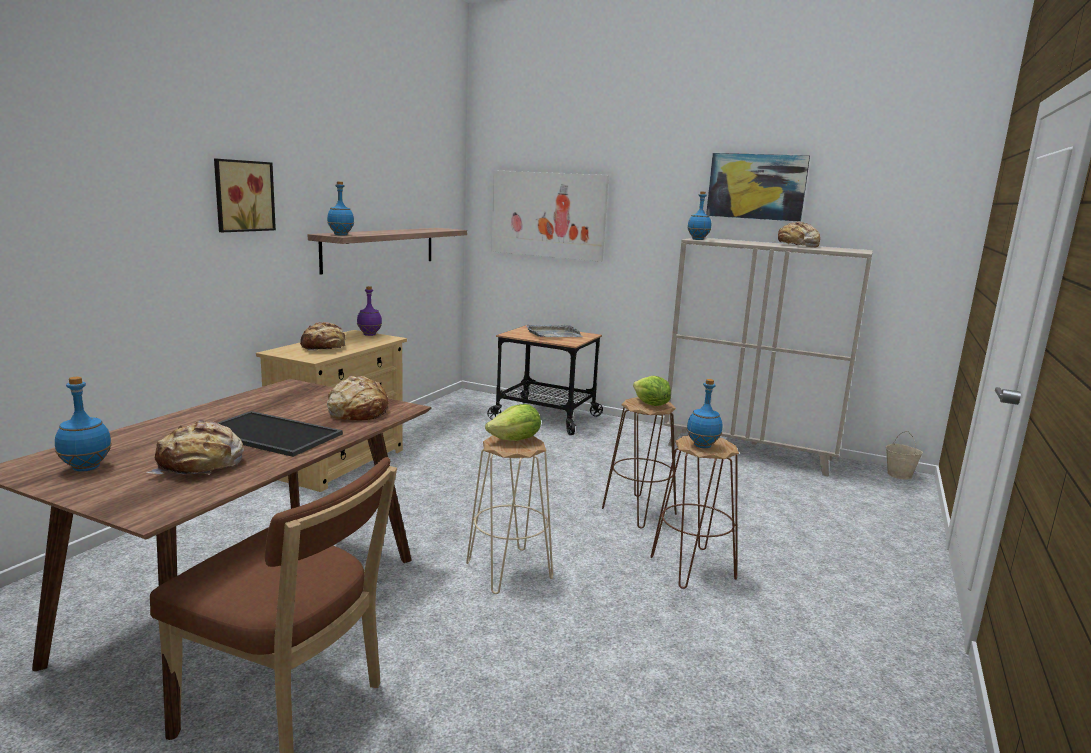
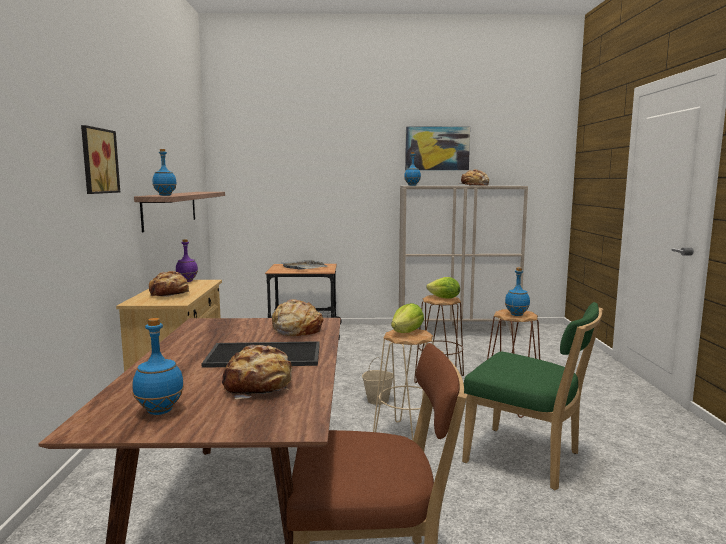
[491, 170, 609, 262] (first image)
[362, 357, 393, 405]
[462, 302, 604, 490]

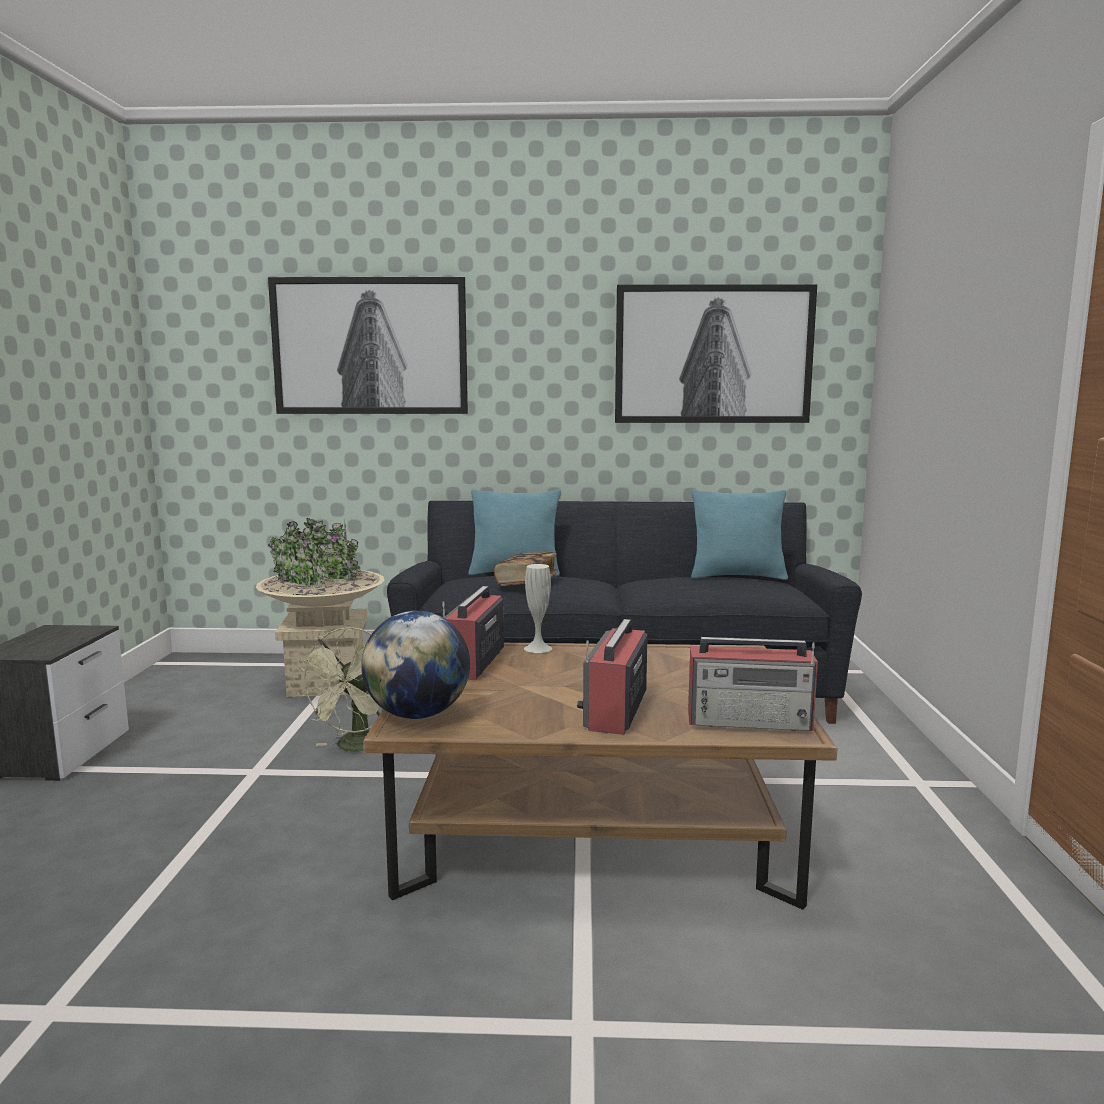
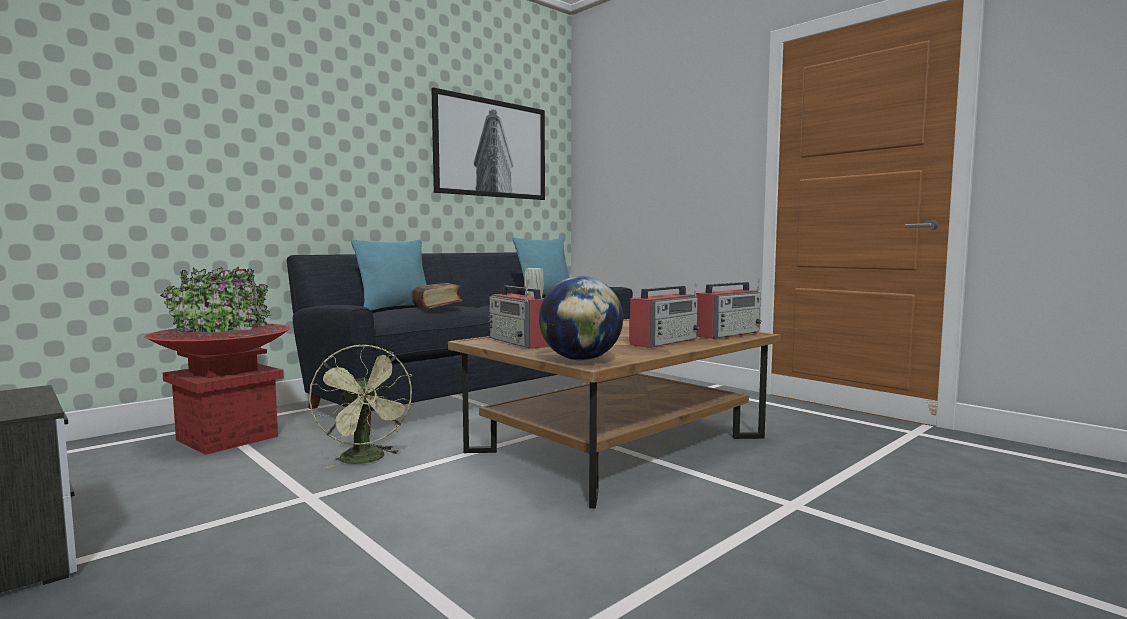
[268, 277, 468, 414] (first image)
[145, 267, 290, 455]
[629, 283, 699, 348]

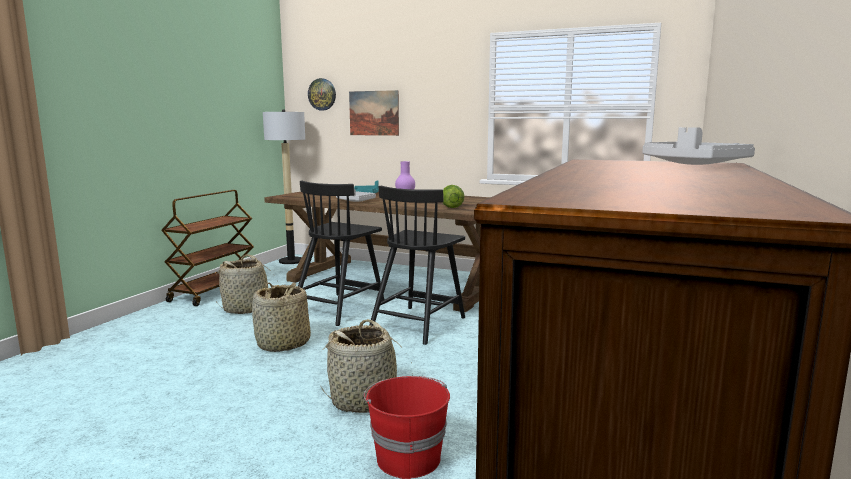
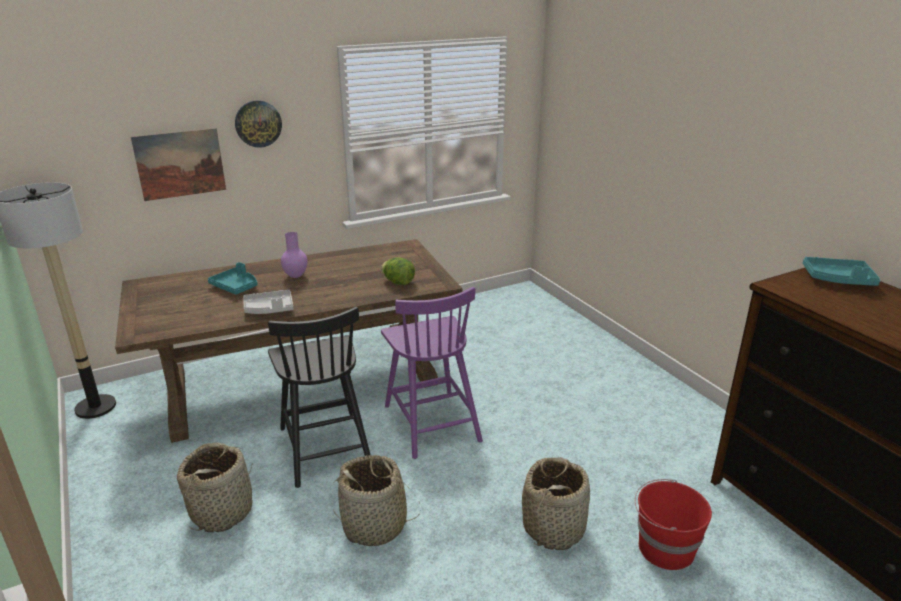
[235, 100, 282, 148]
[803, 257, 880, 286]
[381, 287, 483, 459]
[161, 190, 254, 306] (first image)

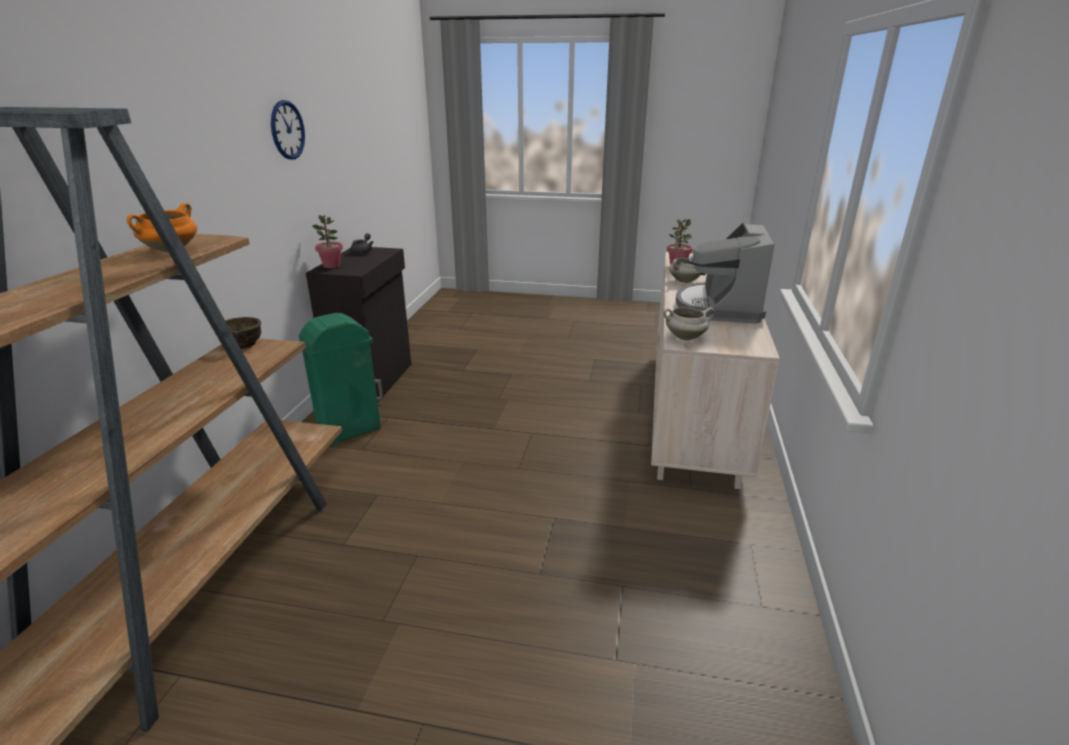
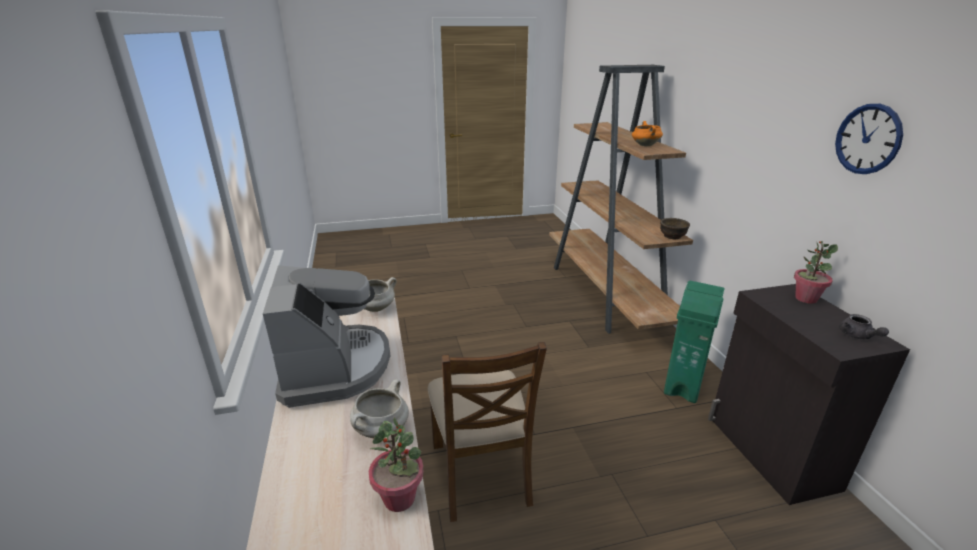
[428, 342, 547, 522]

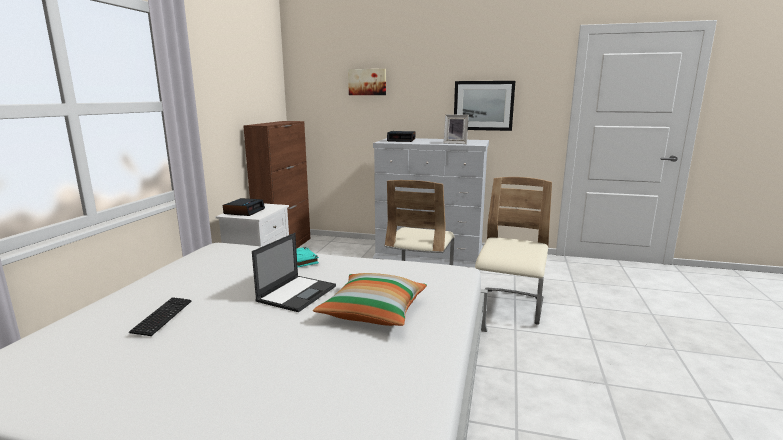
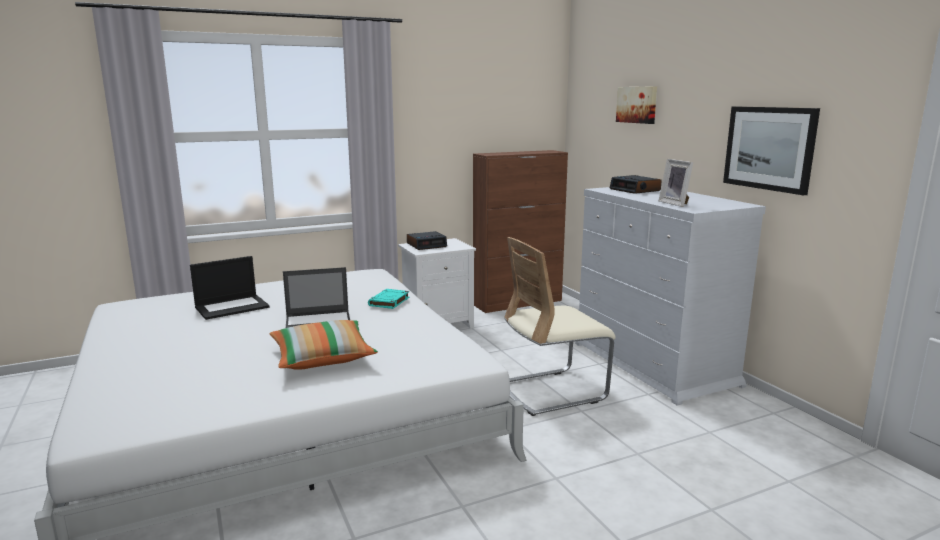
[475, 177, 552, 325] (first image)
[190, 256, 270, 320]

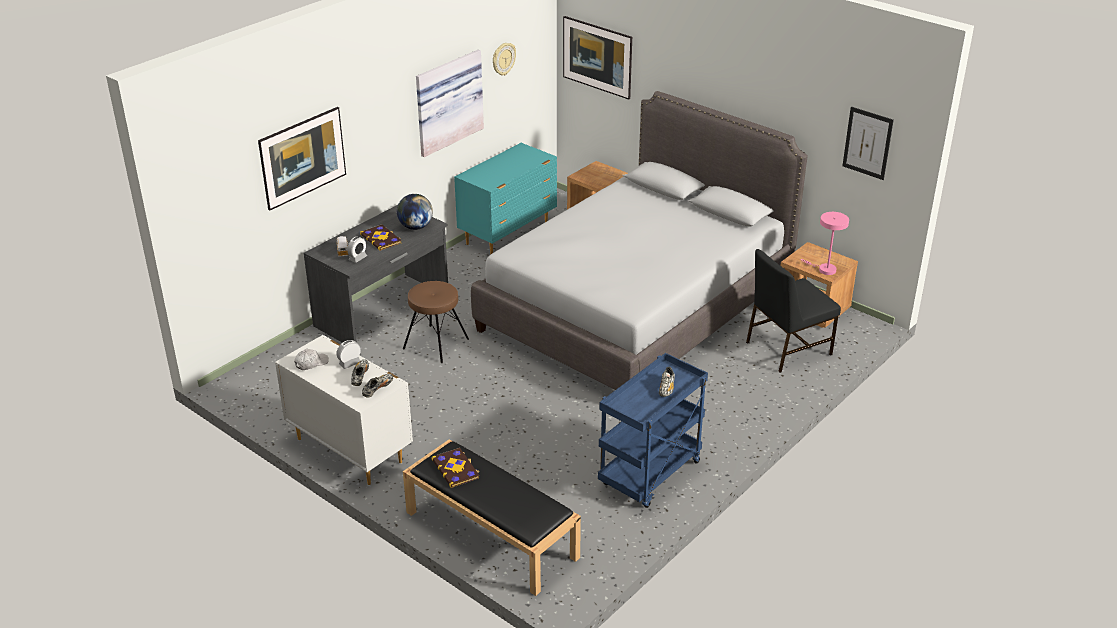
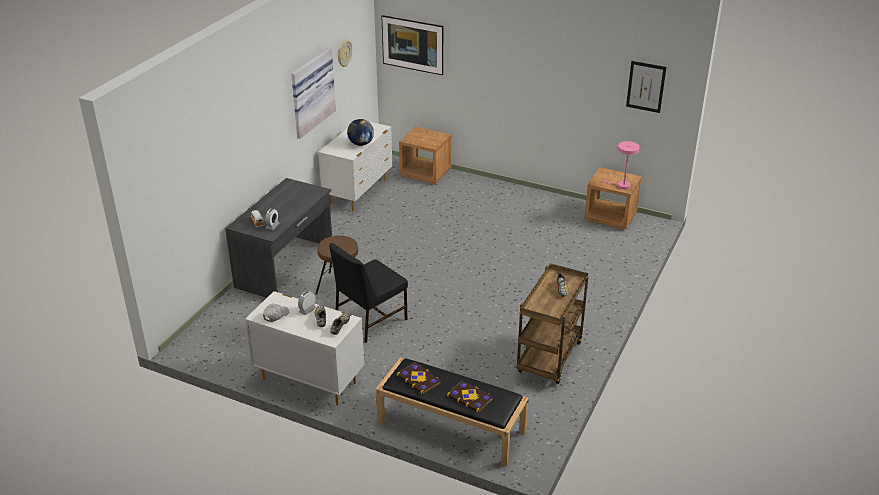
[471, 91, 807, 390] (first image)
[258, 107, 346, 210] (first image)
[318, 121, 393, 212]
[347, 119, 374, 146]
[447, 380, 493, 413]
[329, 243, 408, 343]
[517, 263, 588, 384]

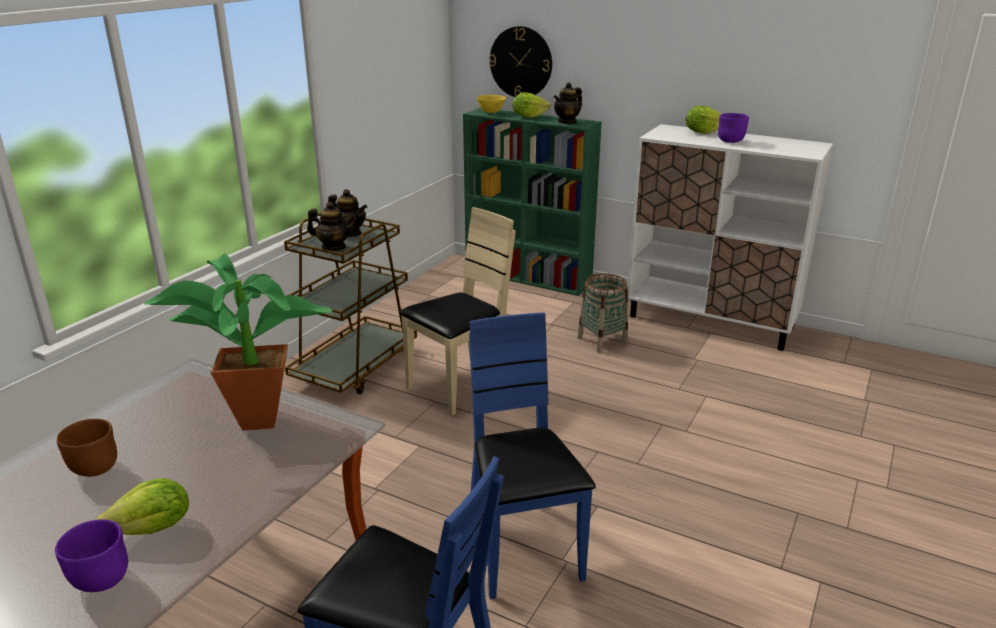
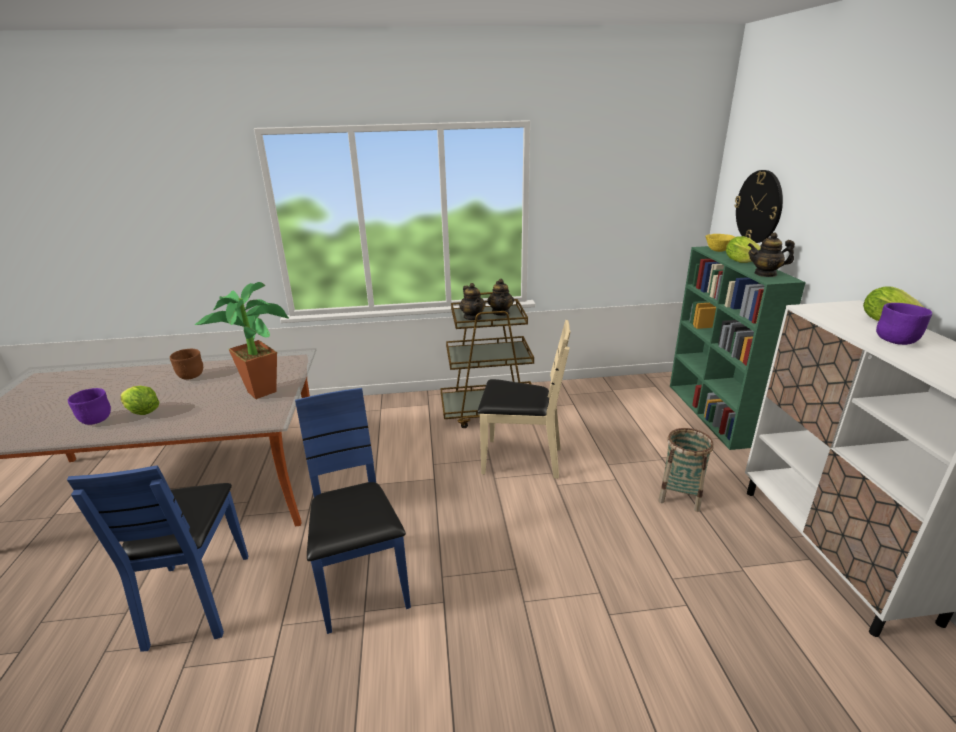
[295, 388, 411, 634]

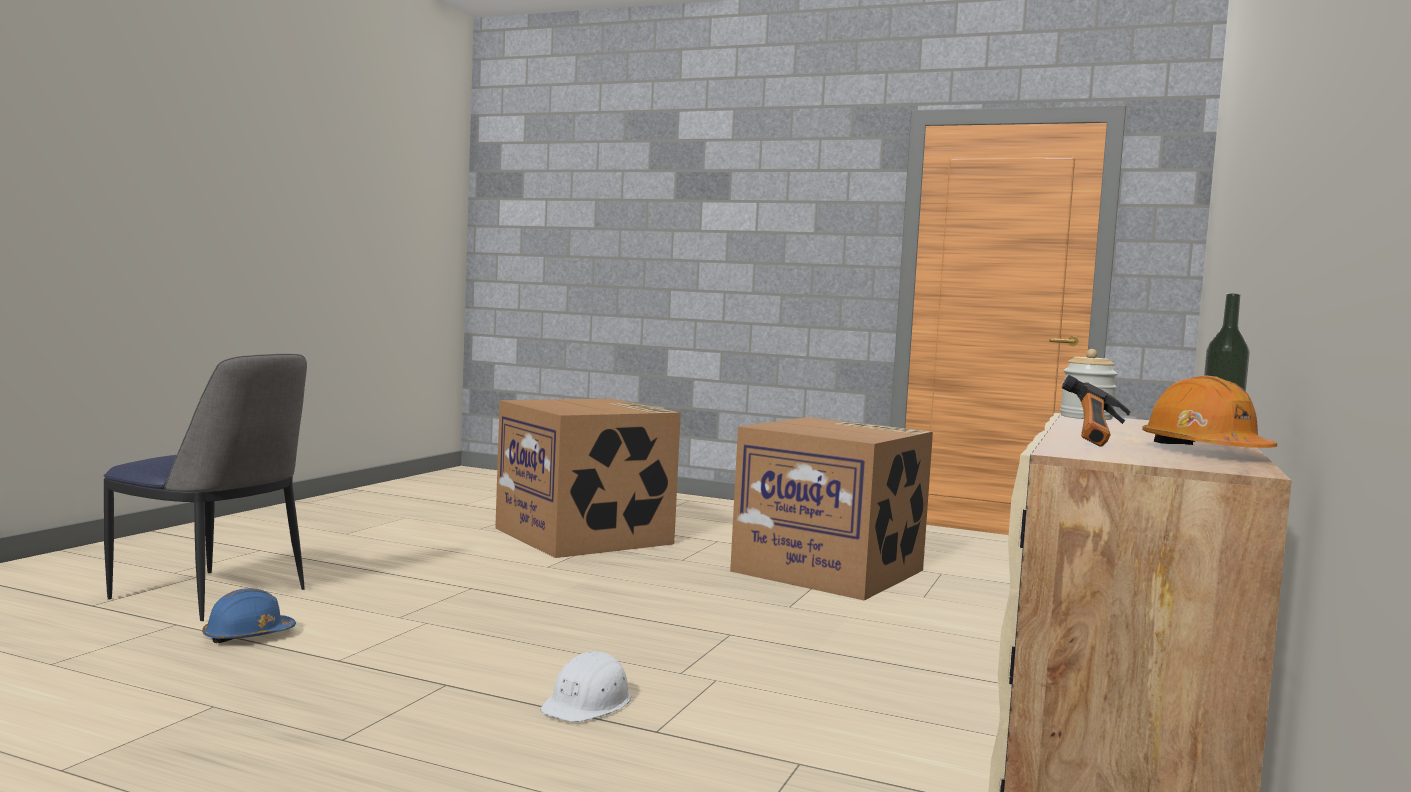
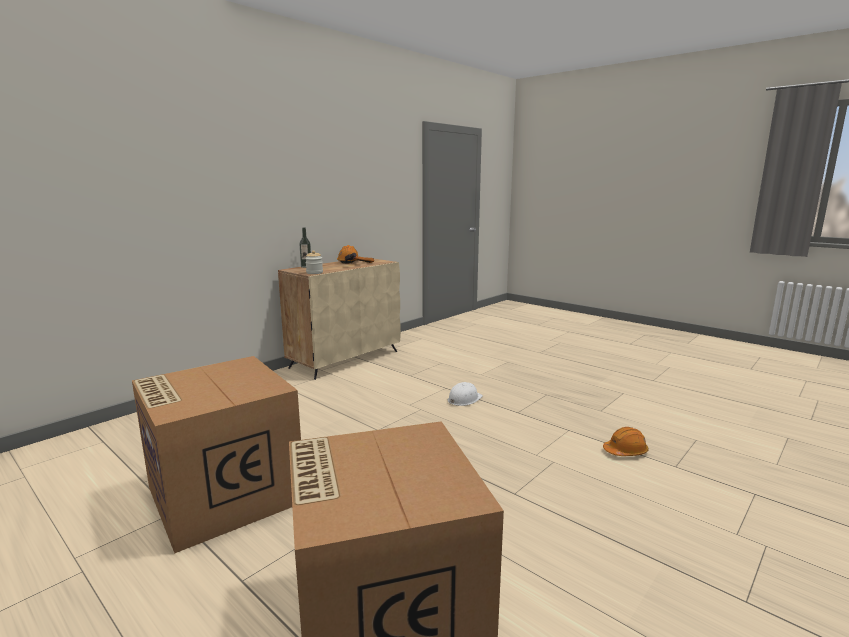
[103, 354, 307, 621] (first image)
[603, 427, 649, 456]

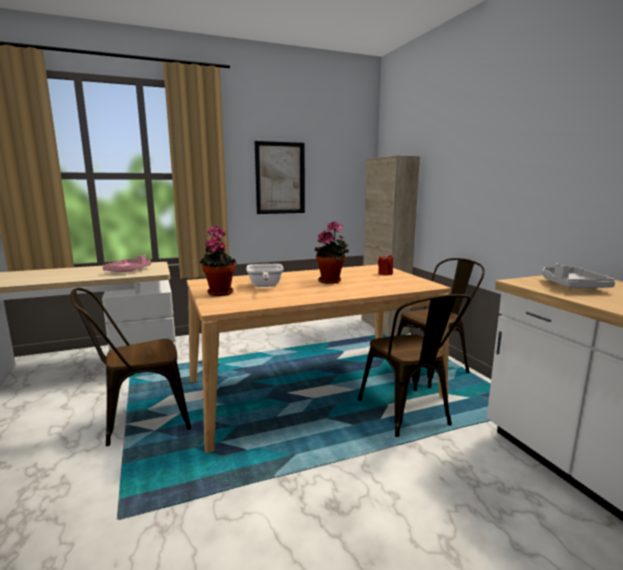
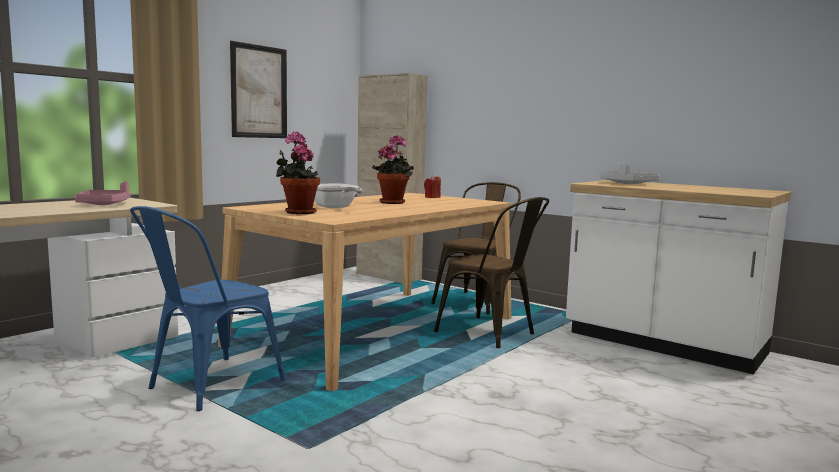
[130, 206, 286, 411]

